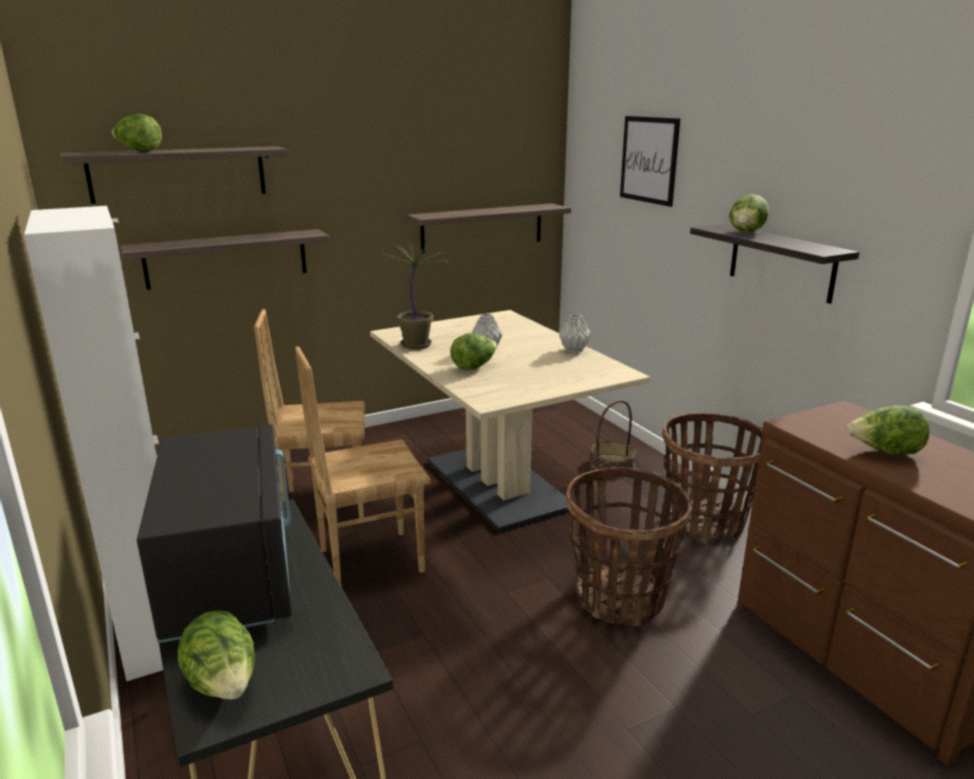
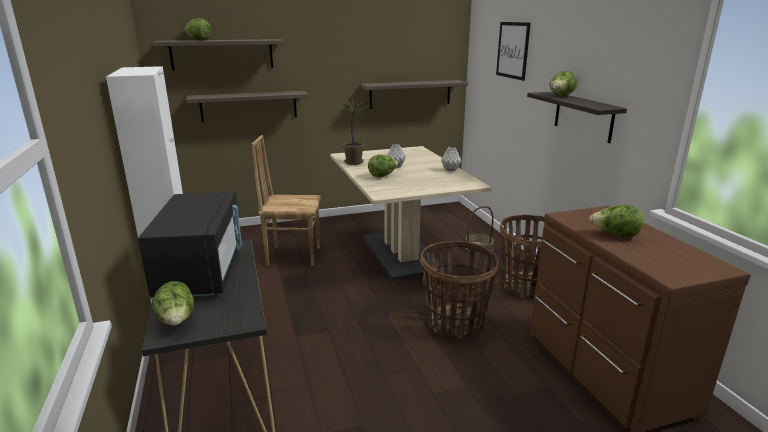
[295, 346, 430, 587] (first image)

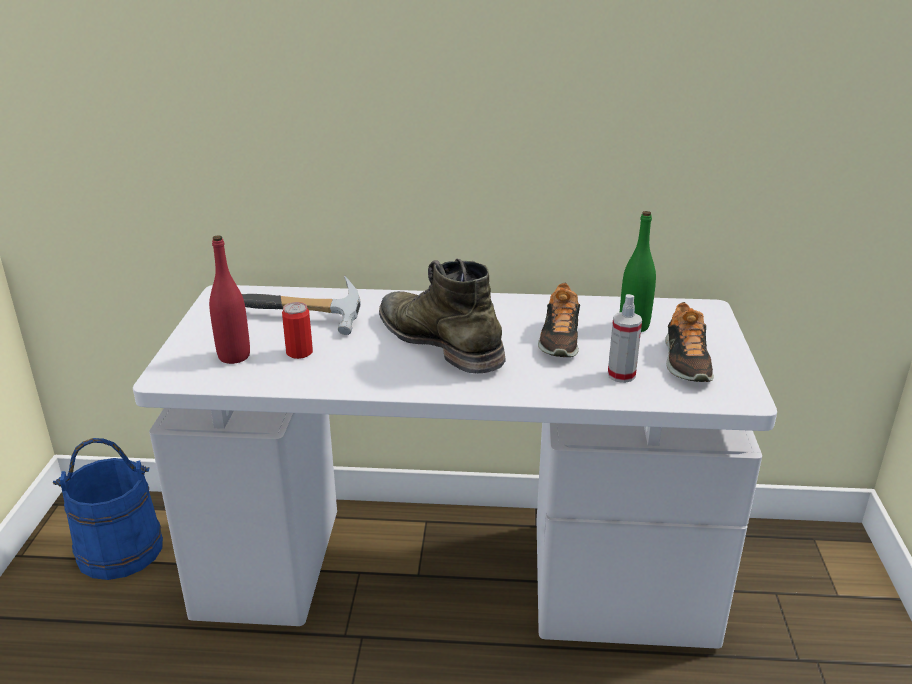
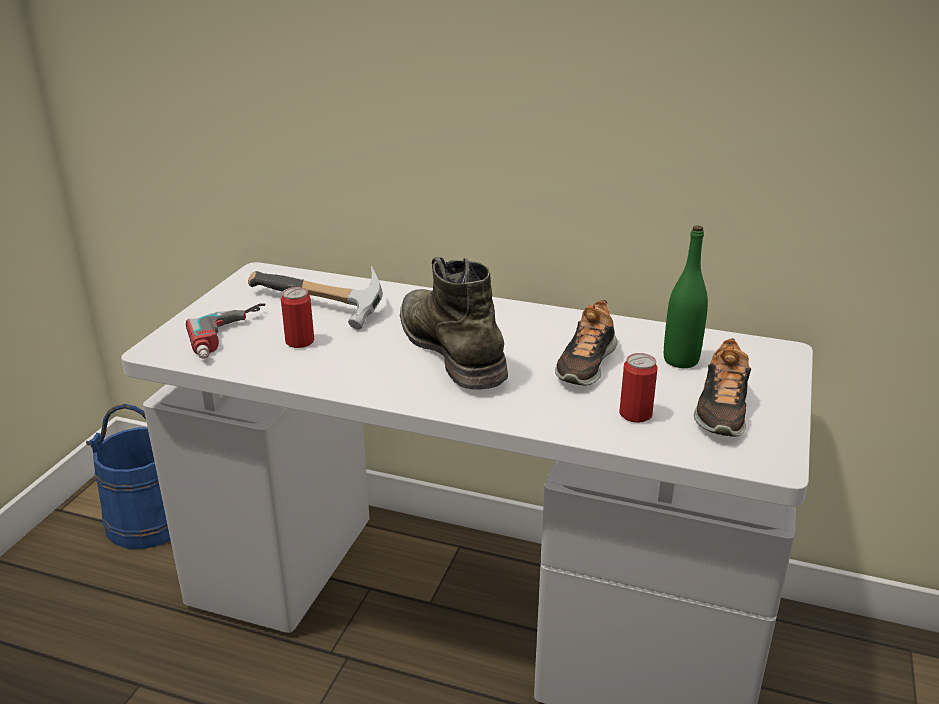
[186, 303, 265, 359]
[619, 353, 658, 423]

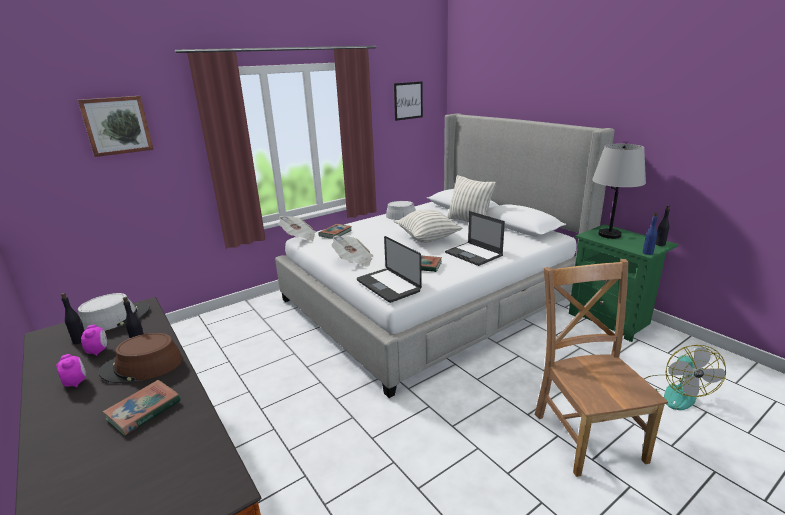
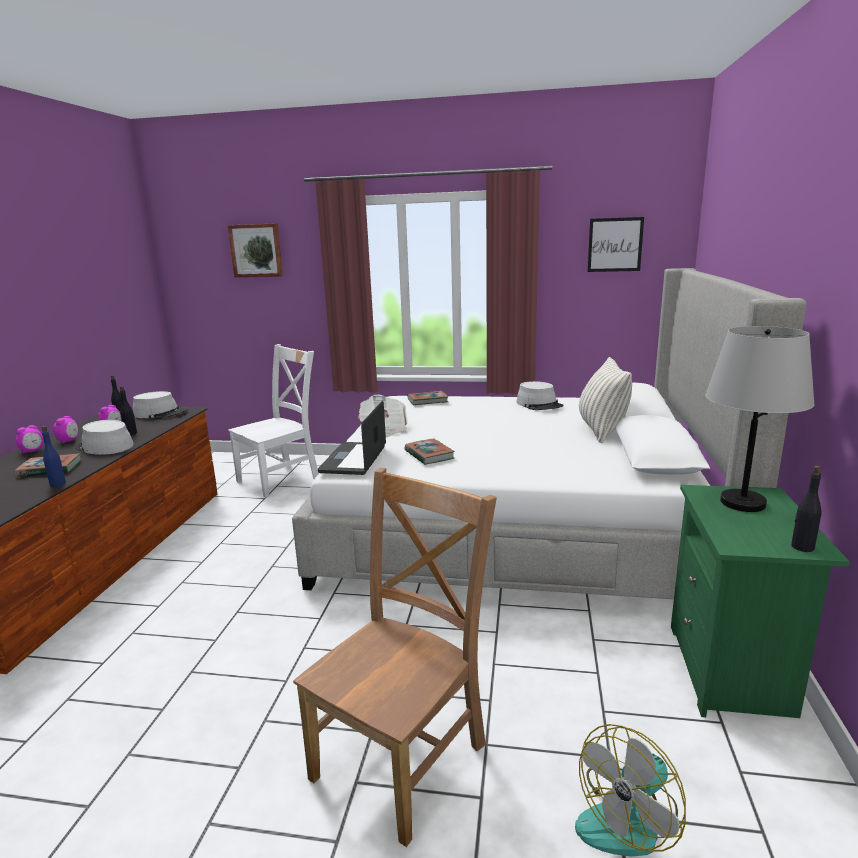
[395, 210, 462, 243] (first image)
[445, 211, 505, 266] (first image)
[41, 426, 66, 487]
[279, 216, 316, 241] (first image)
[75, 420, 134, 455]
[228, 344, 319, 498]
[16, 425, 44, 454]

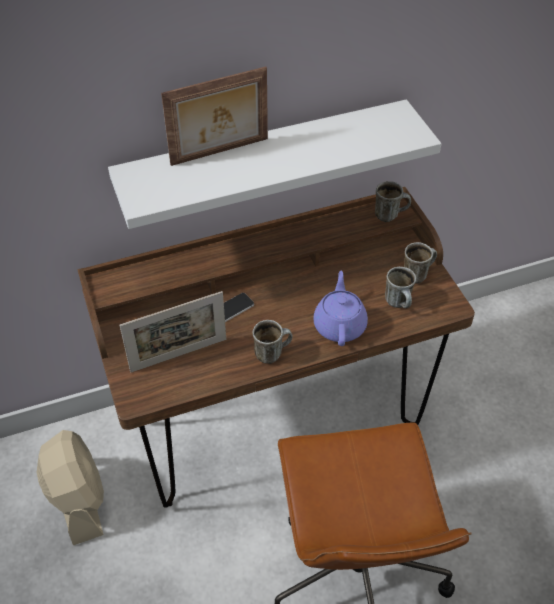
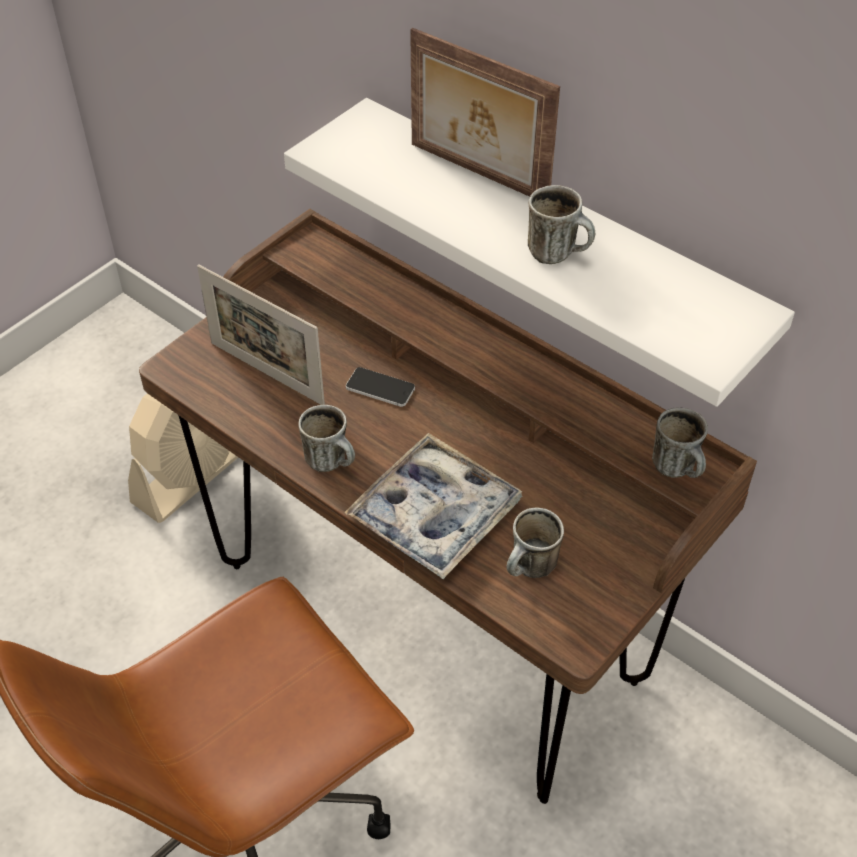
[528, 185, 595, 264]
[344, 433, 522, 579]

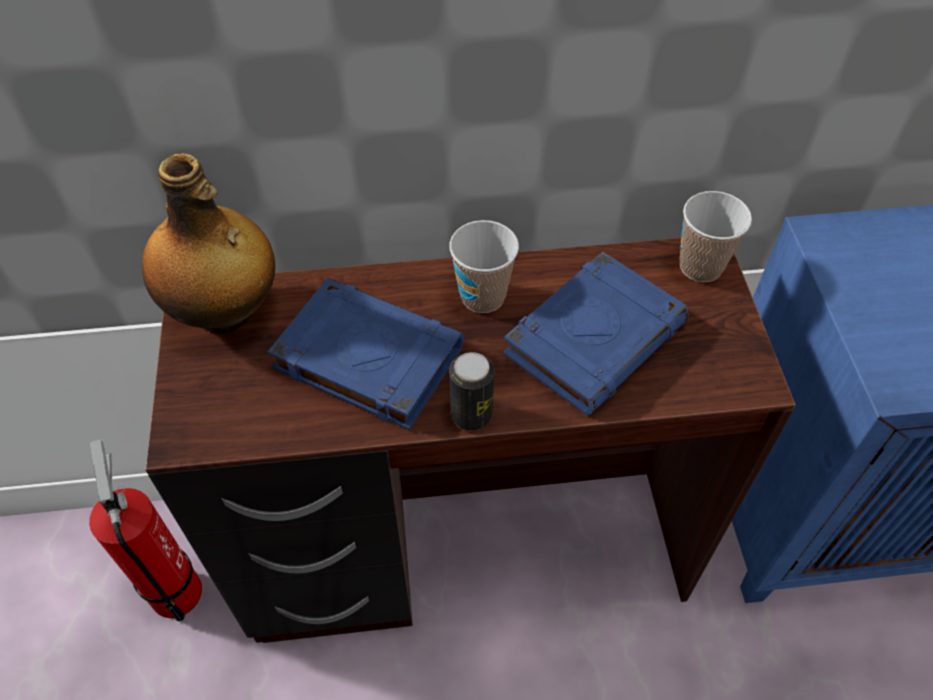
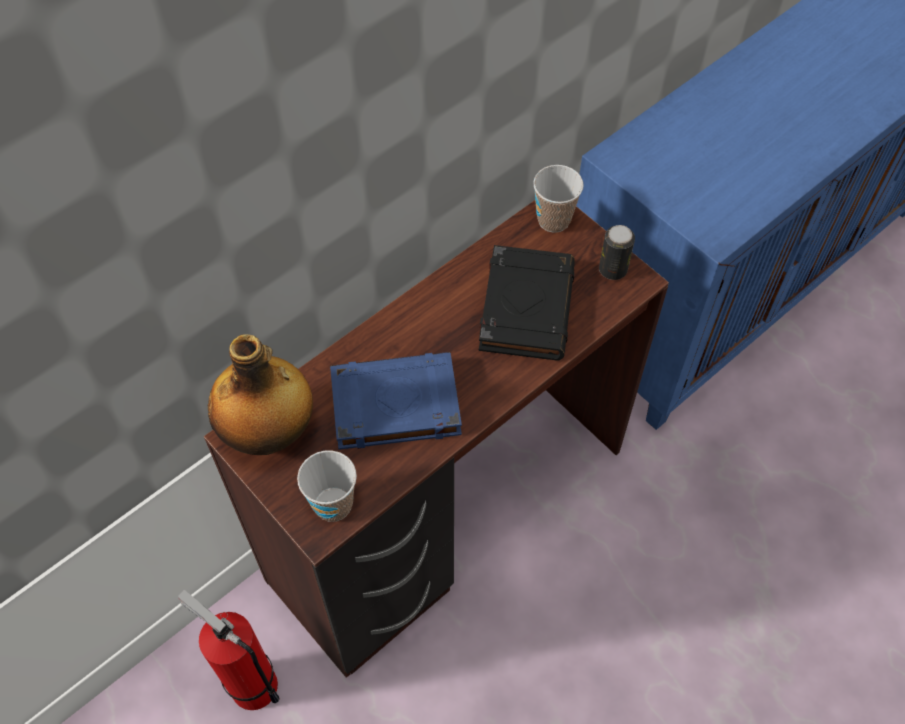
[297, 450, 357, 522]
[479, 245, 575, 361]
[599, 225, 635, 280]

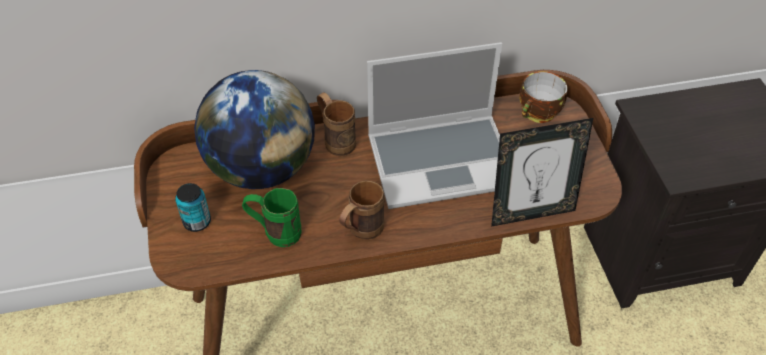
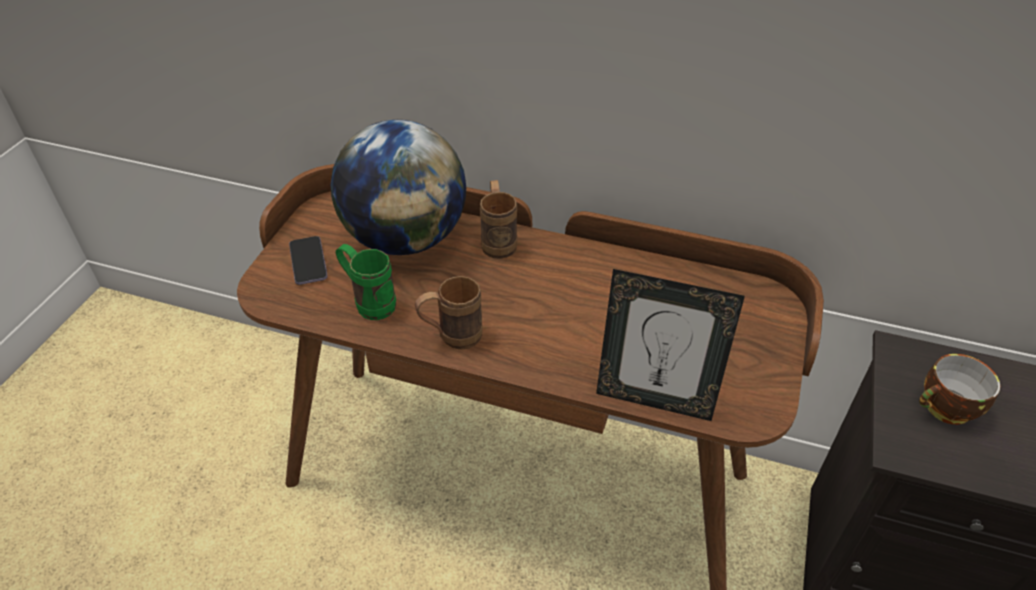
[367, 42, 502, 209] (first image)
[919, 354, 1000, 425]
[289, 236, 328, 285]

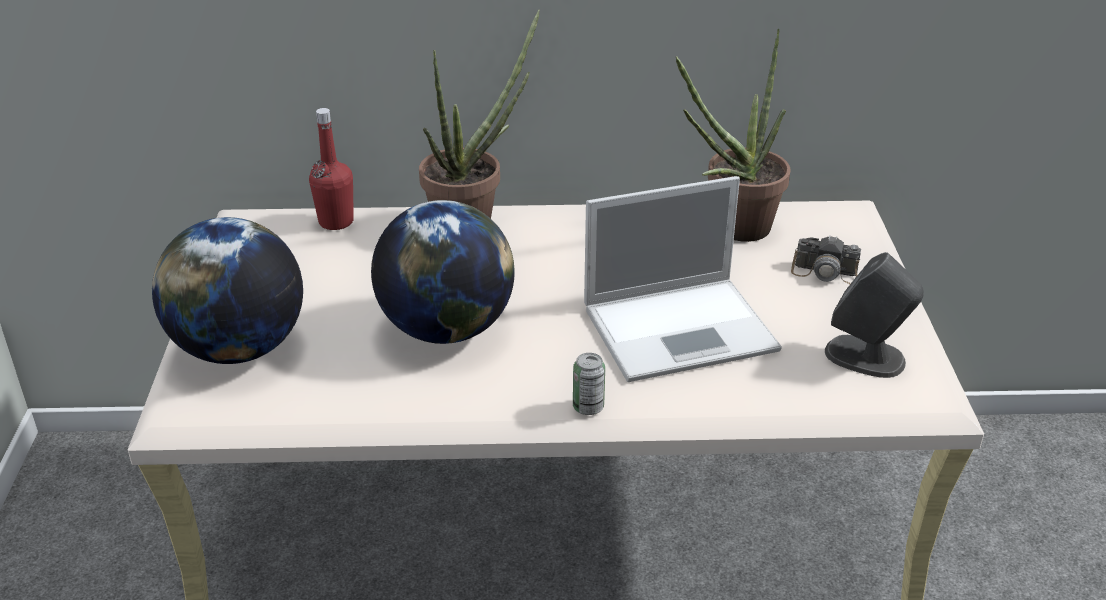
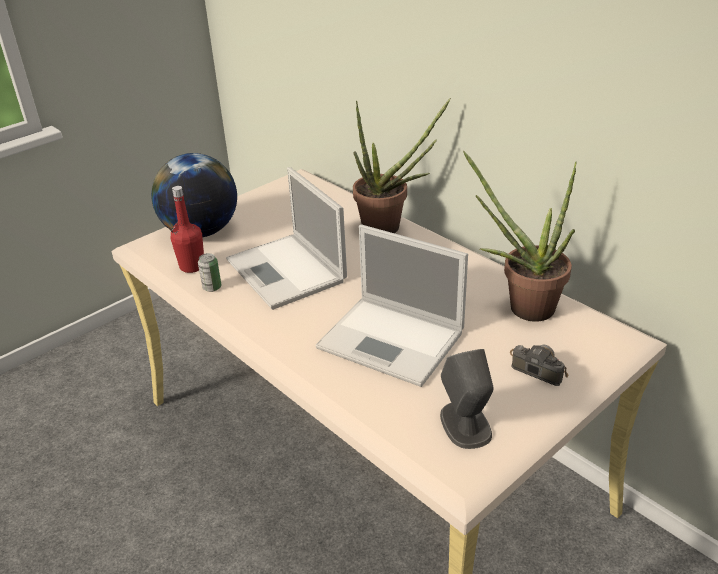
[171, 186, 204, 273]
[226, 167, 347, 310]
[510, 345, 568, 386]
[198, 253, 222, 292]

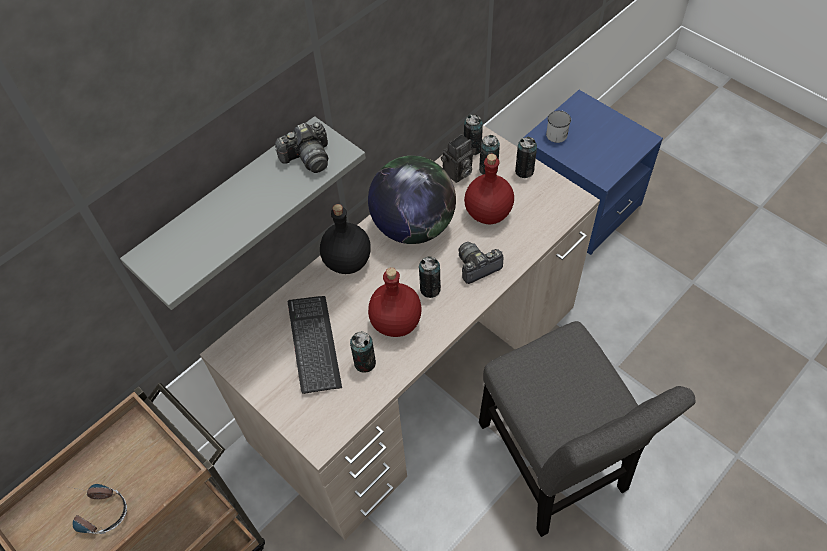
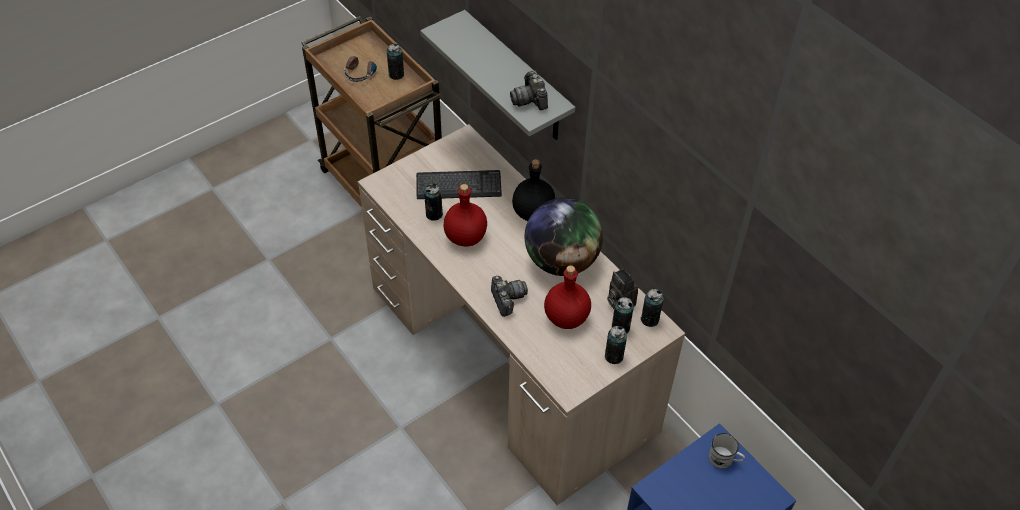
[387, 44, 404, 80]
[479, 321, 695, 537] (first image)

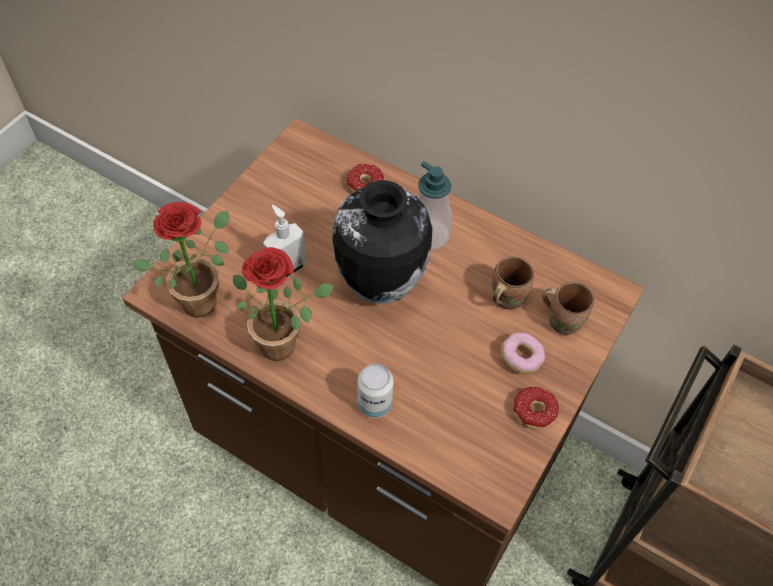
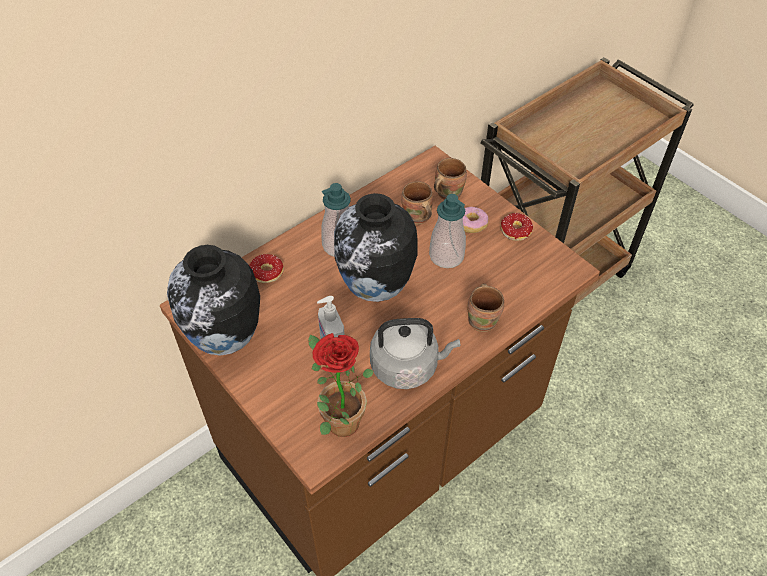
[370, 318, 460, 389]
[467, 284, 504, 332]
[429, 194, 466, 268]
[167, 245, 260, 356]

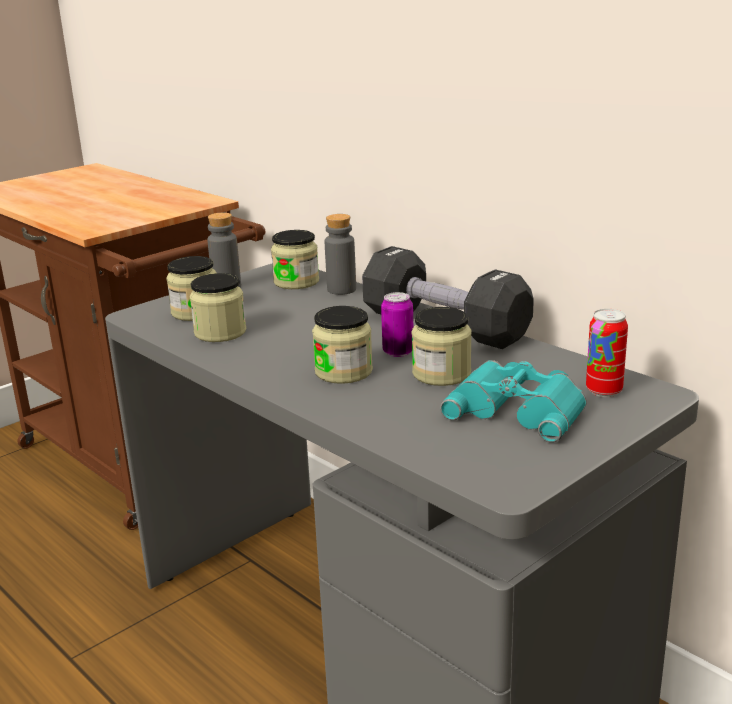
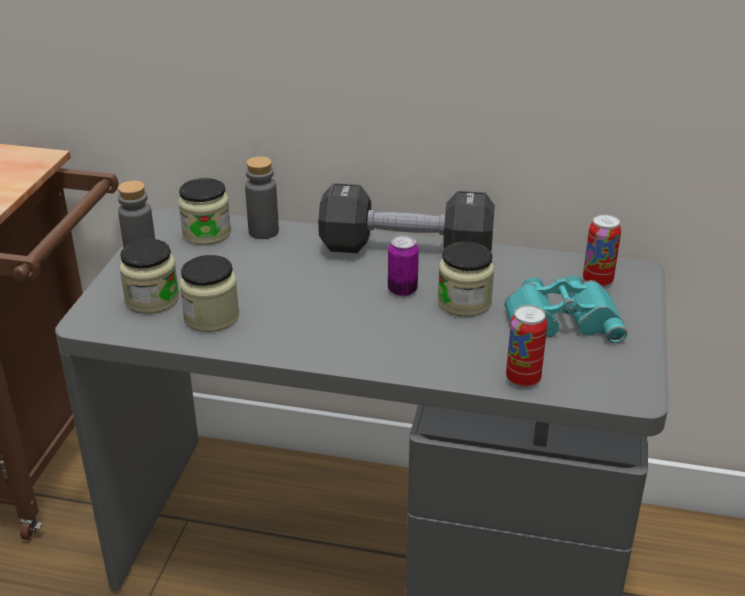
[312, 306, 373, 384] (first image)
[506, 305, 547, 388]

